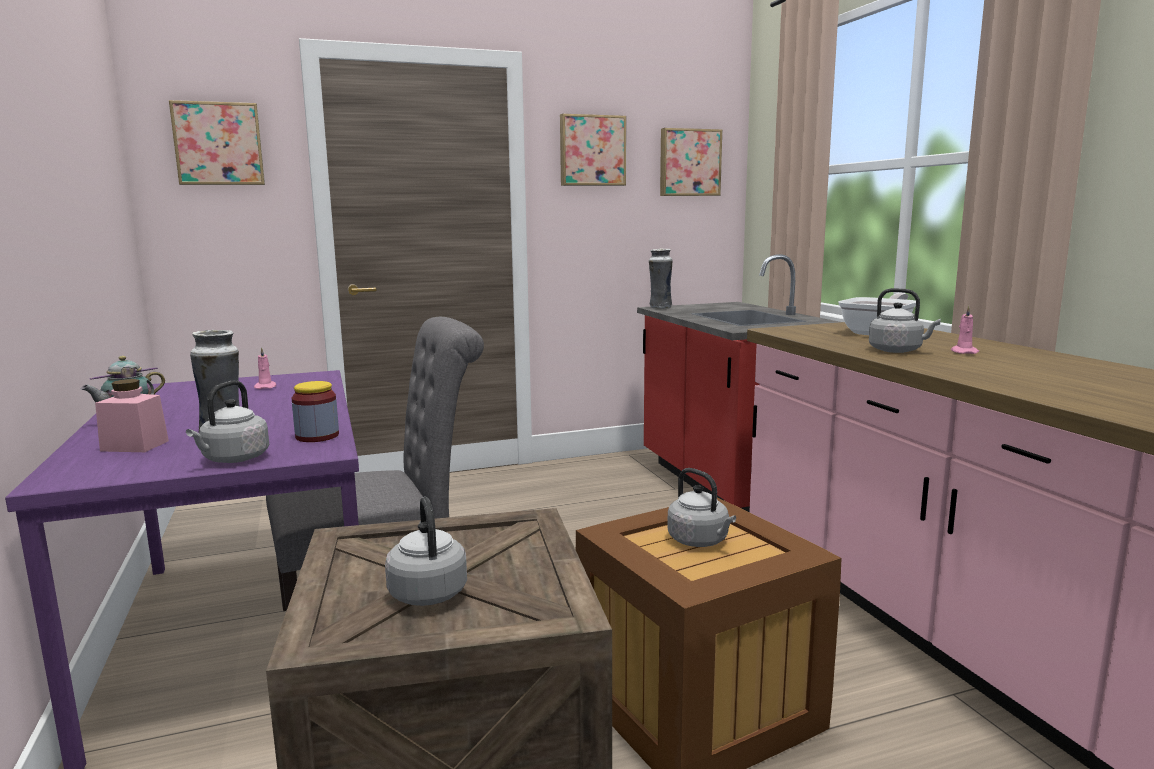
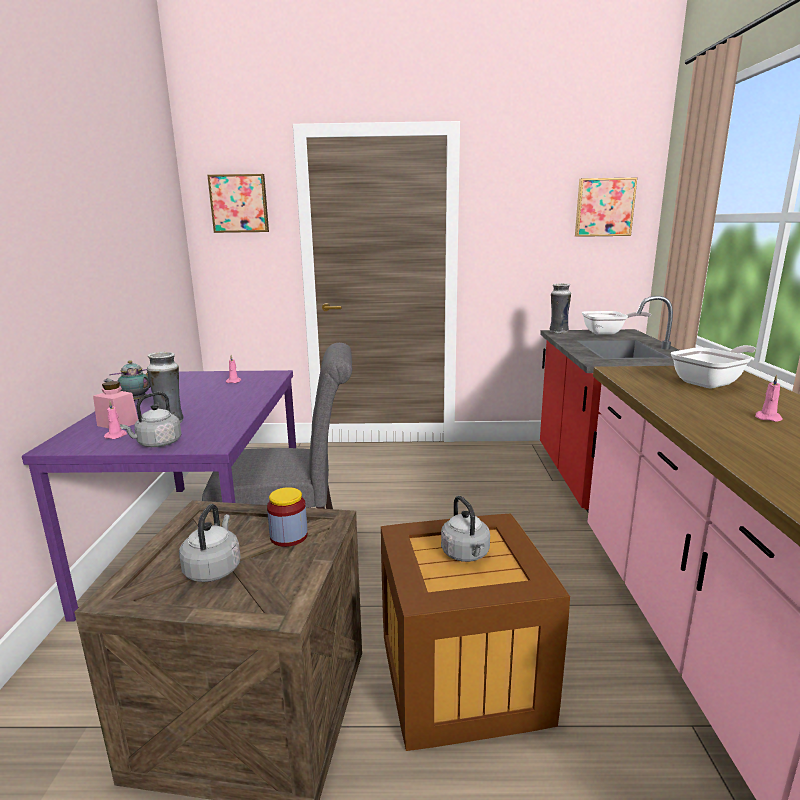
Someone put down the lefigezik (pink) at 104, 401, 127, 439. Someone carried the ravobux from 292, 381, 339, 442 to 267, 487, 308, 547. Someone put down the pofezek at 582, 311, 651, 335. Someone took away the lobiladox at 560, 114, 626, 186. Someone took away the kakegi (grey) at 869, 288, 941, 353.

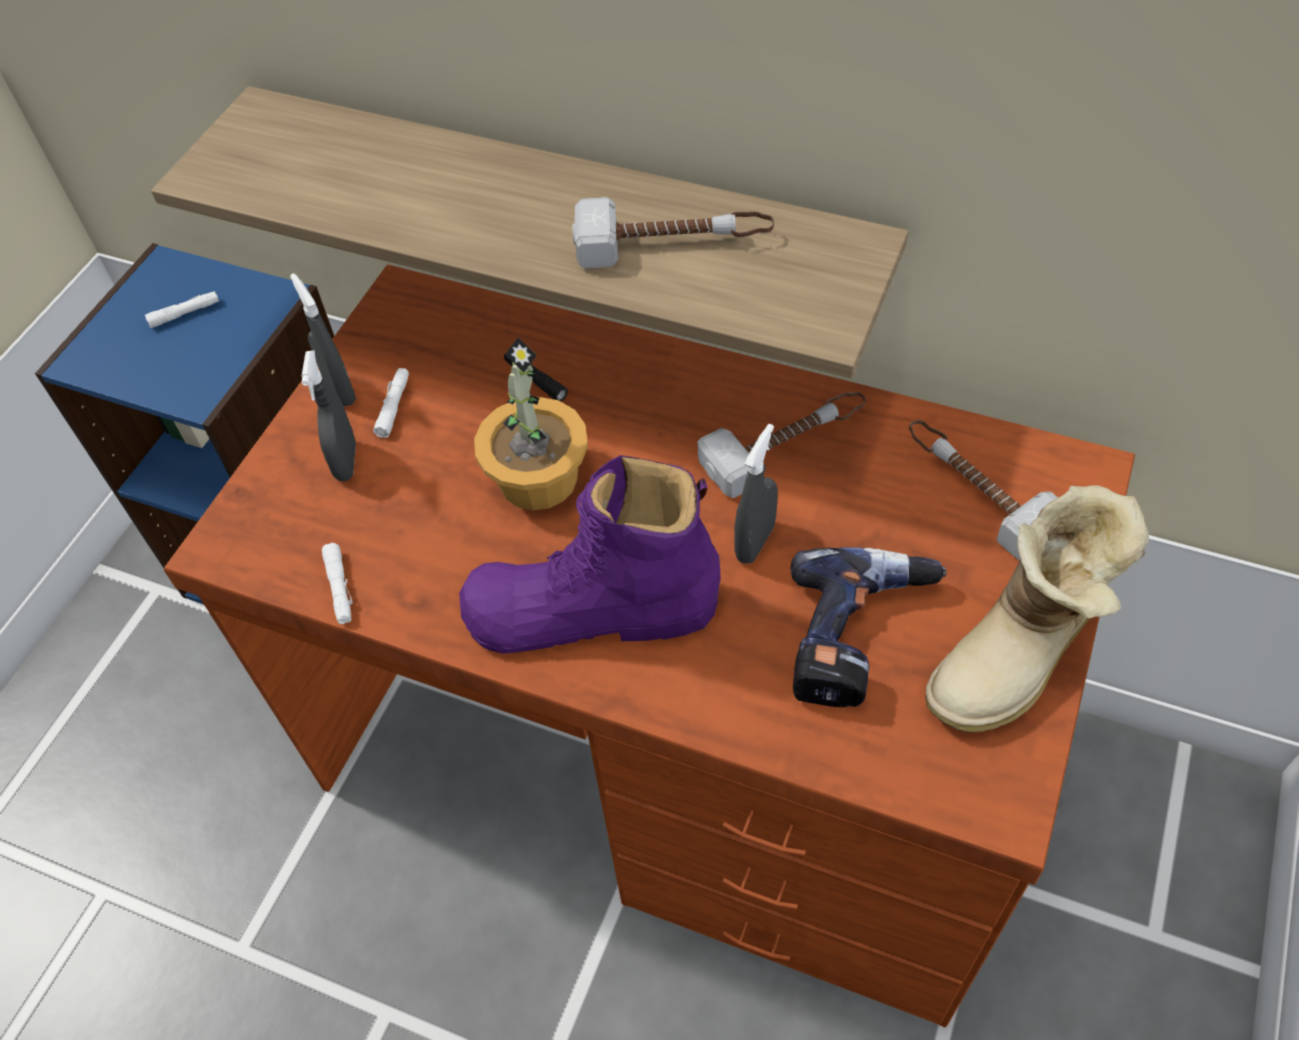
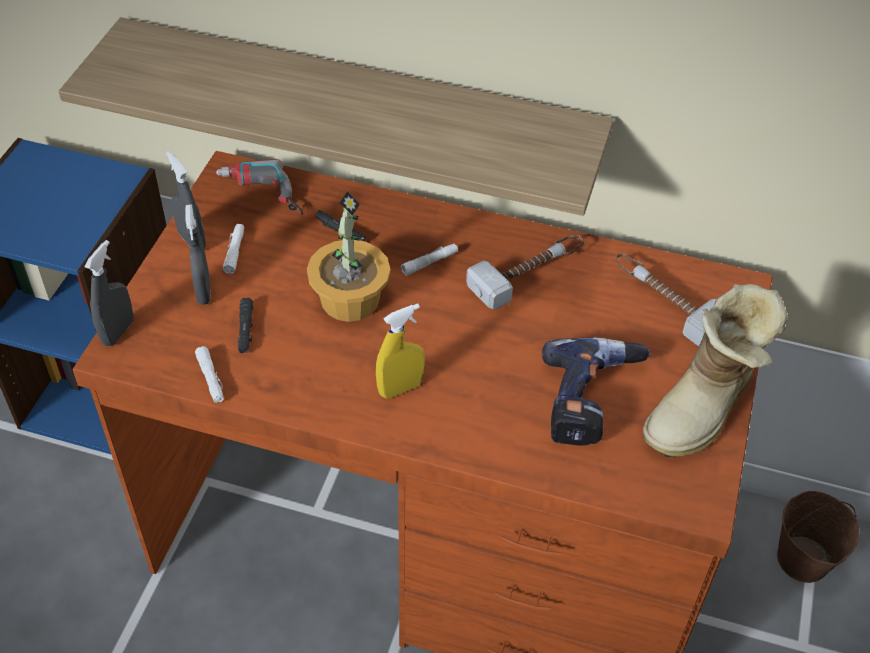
Someone carried the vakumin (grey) from 734, 424, 778, 564 to 84, 240, 133, 346. Someone put down the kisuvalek at 216, 159, 303, 216. Someone put down the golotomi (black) at 238, 298, 253, 353. Someone swapped the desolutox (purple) at 459, 455, 721, 654 for the vakumin (yellow) at 376, 303, 425, 399. Someone carried the golotomi (white) from 145, 291, 219, 328 to 401, 243, 458, 276. Someone put down the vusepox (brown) at 777, 491, 859, 583. Someone took away the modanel at 572, 197, 774, 269.

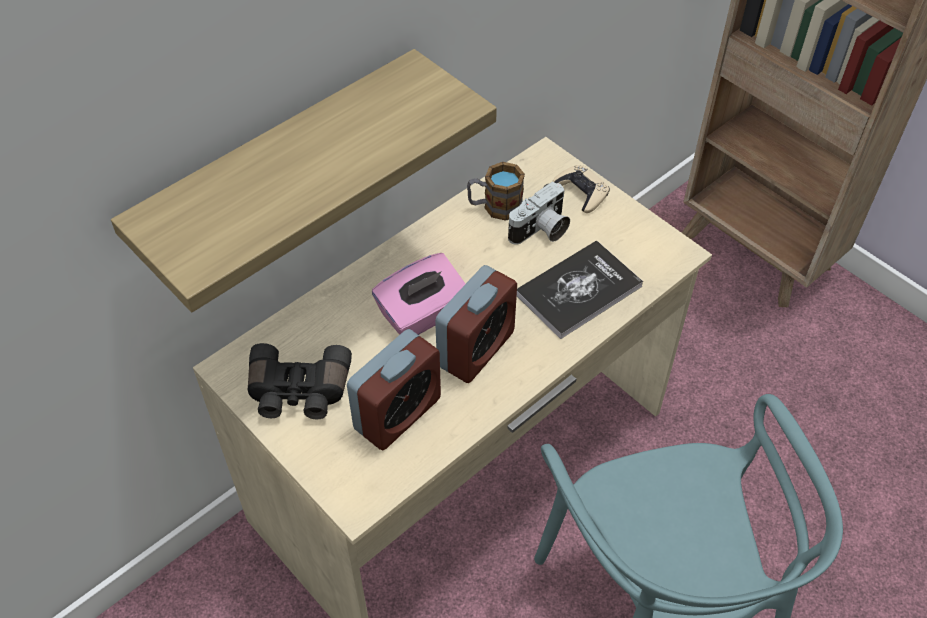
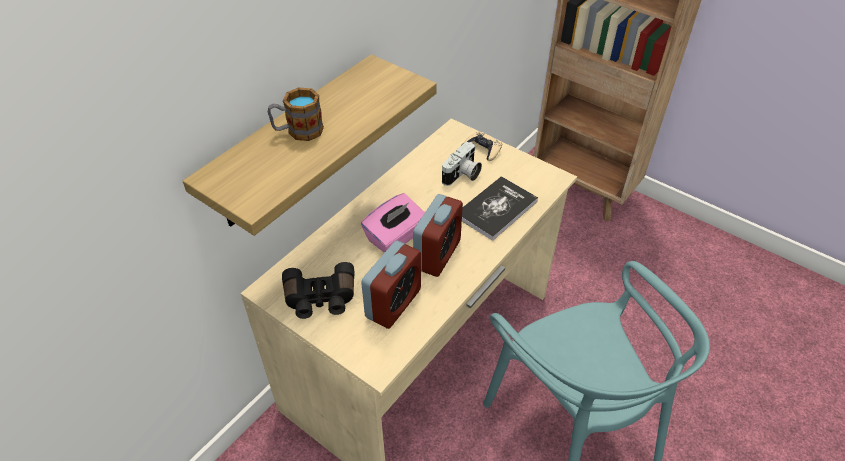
Someone carried the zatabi from 467, 162, 525, 221 to 268, 87, 324, 141.

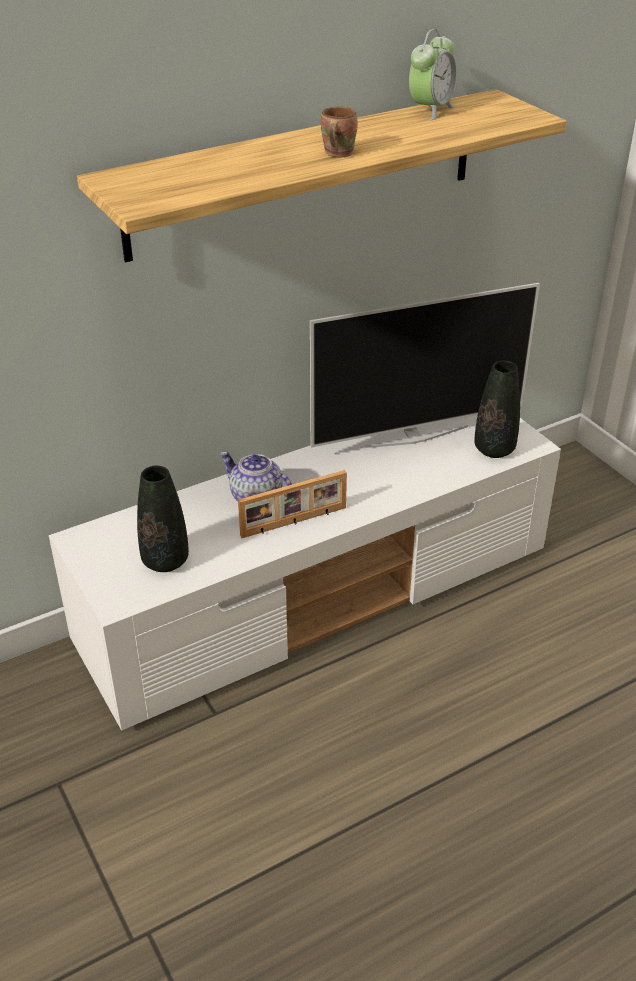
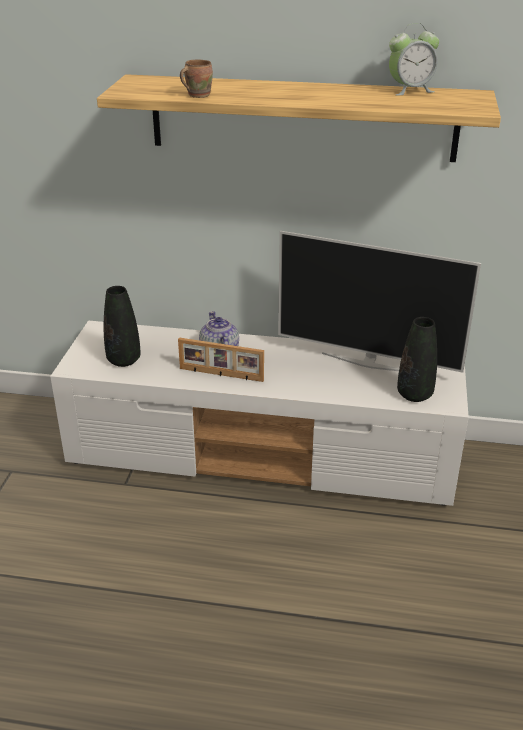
Someone carried the zatabi (brown) from 321, 107, 358, 157 to 180, 60, 213, 98.

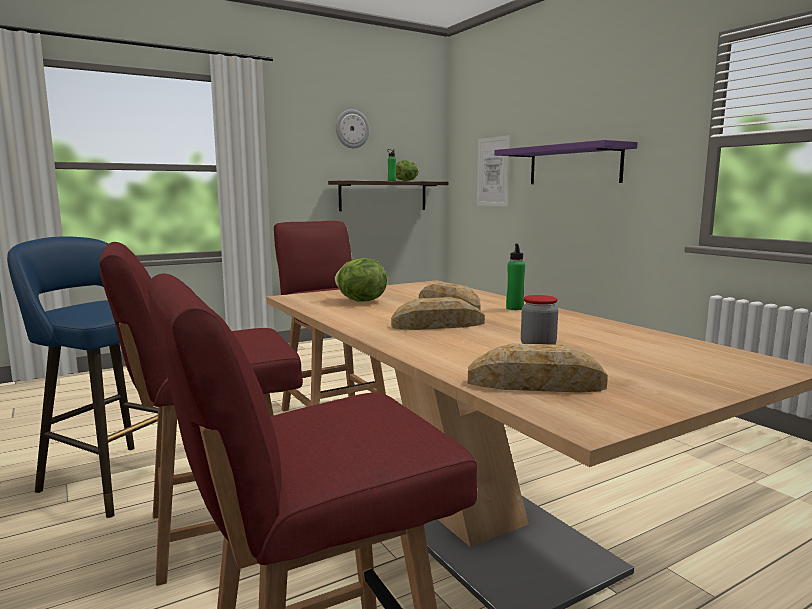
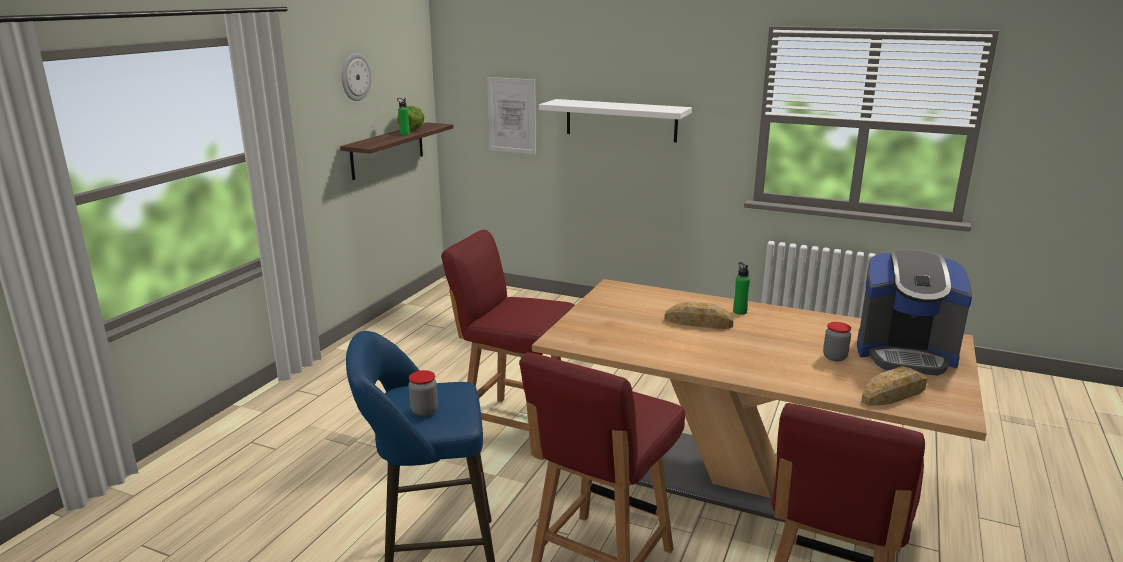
Someone put down the ravobux at 408, 370, 438, 416. Someone repainted the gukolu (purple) at 494, 140, 638, 184, which became the gukolu (white) at 539, 99, 692, 143. Someone put down the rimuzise at 857, 249, 972, 375. Someone took away the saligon at 335, 258, 387, 302. Someone took away the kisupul at 391, 297, 485, 330.

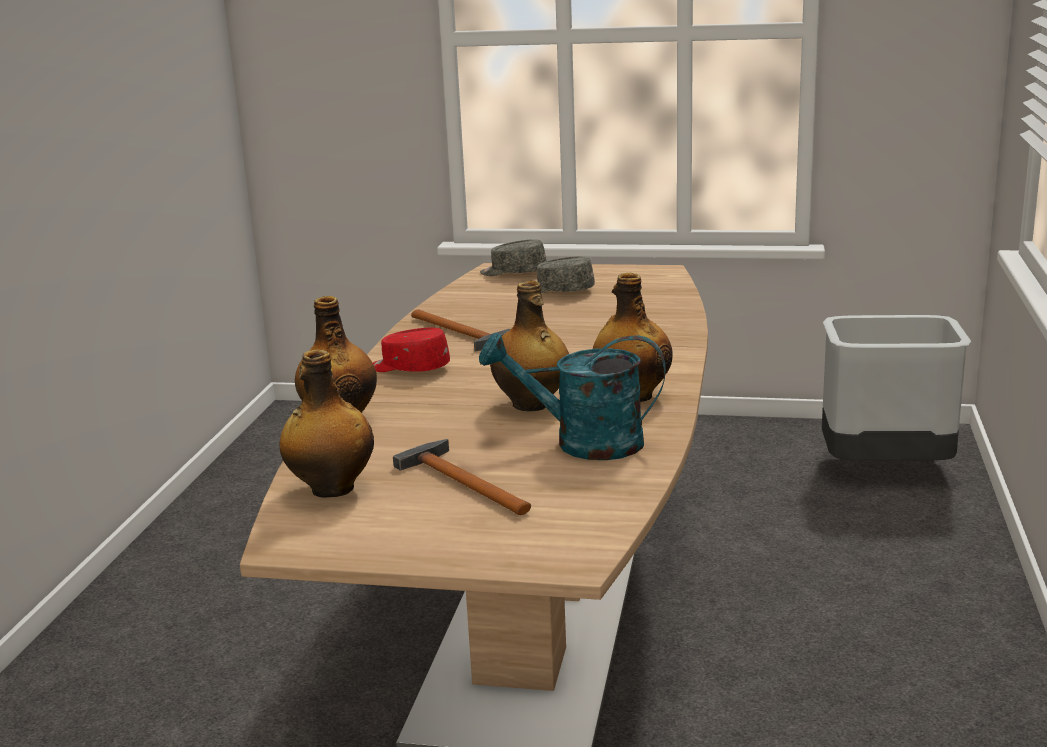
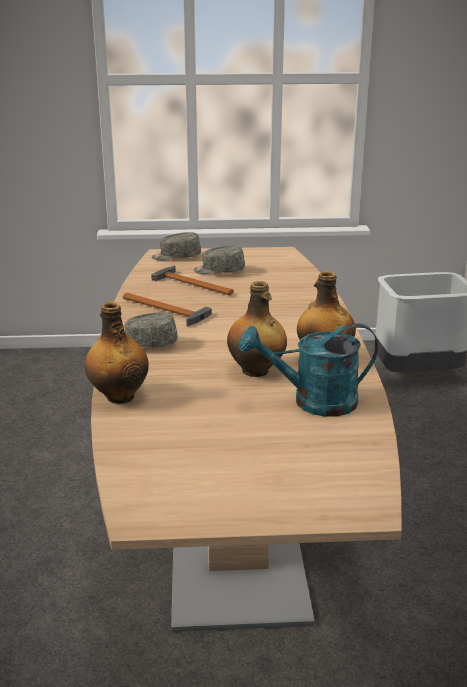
Someone repainted the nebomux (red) at 373, 328, 450, 372, which became the nebomux (grey) at 125, 312, 178, 348. Someone carried the modanel from 393, 439, 531, 515 to 151, 265, 234, 296. Someone took away the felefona at 279, 349, 374, 498.

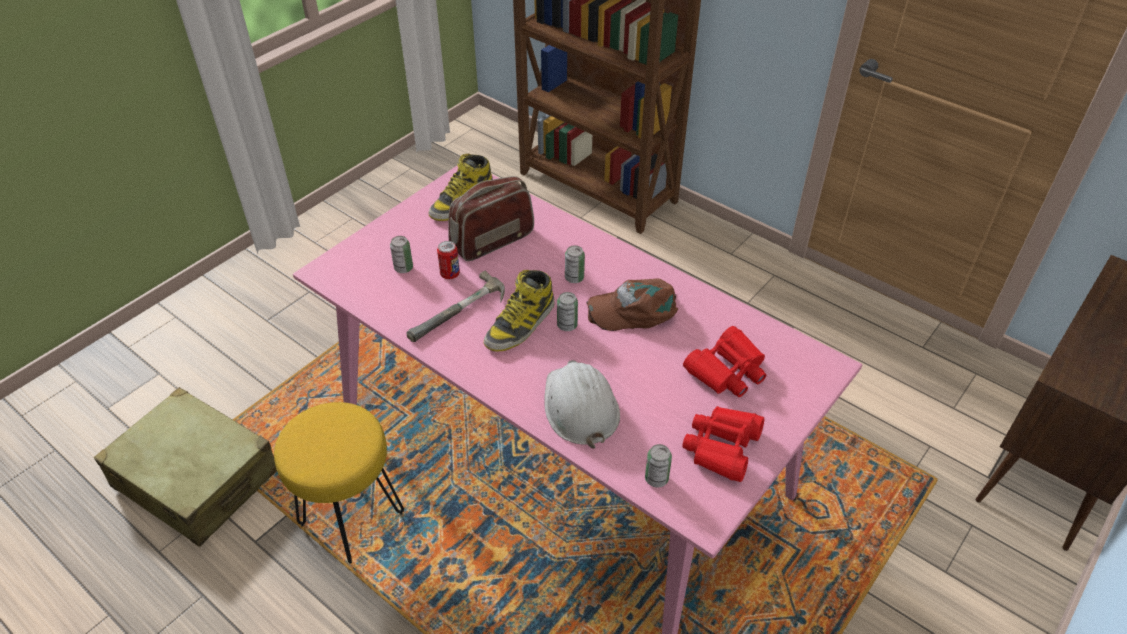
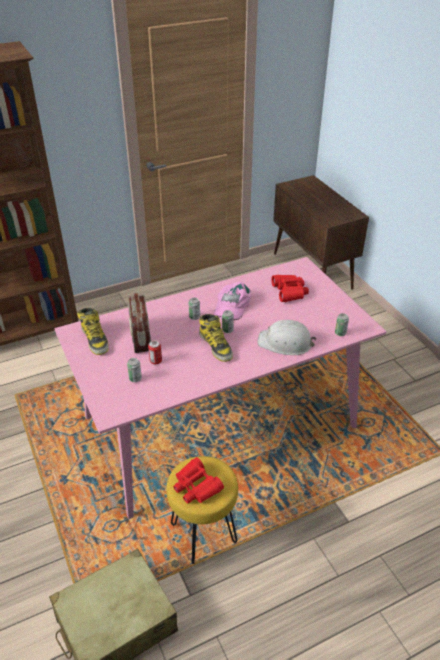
Someone carried the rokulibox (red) from 682, 406, 764, 482 to 173, 457, 224, 504. Someone repainted the nebomux (brown) at 586, 278, 678, 331, which became the nebomux (pink) at 214, 282, 251, 320. Someone took away the modanel at 406, 271, 505, 342.

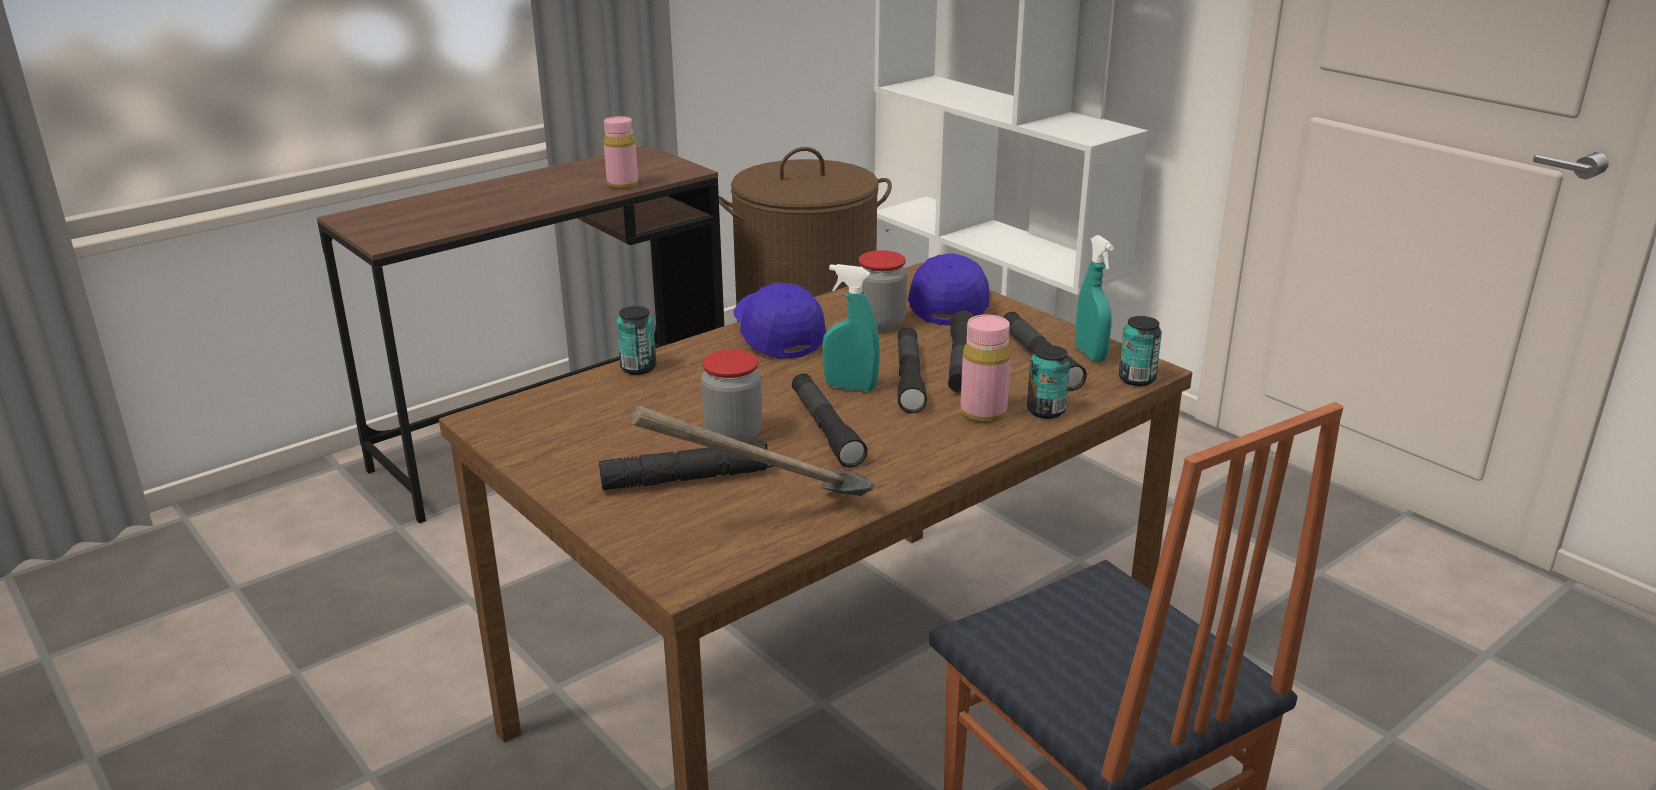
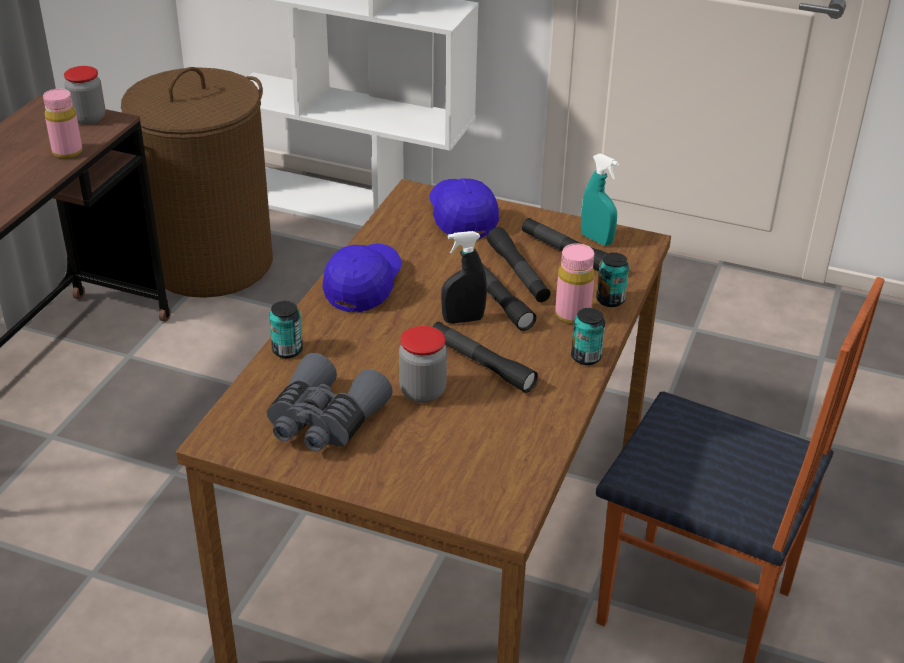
Someone carried the ravobux from 859, 250, 907, 332 to 64, 66, 105, 125. Someone put down the rokulibox (grey) at 267, 353, 393, 452. Someone rotated the nebomux (blue) at 734, 283, 826, 359 by 75 degrees clockwise. Someone repainted the vakumin (turquoise) at 822, 264, 880, 391, which became the vakumin (black) at 441, 231, 487, 324. Someone carried the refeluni from 1119, 316, 1162, 386 to 571, 308, 606, 365. Someone took away the golotomi (black) at 599, 441, 773, 491. Someone took away the modanel at 631, 406, 874, 496.

